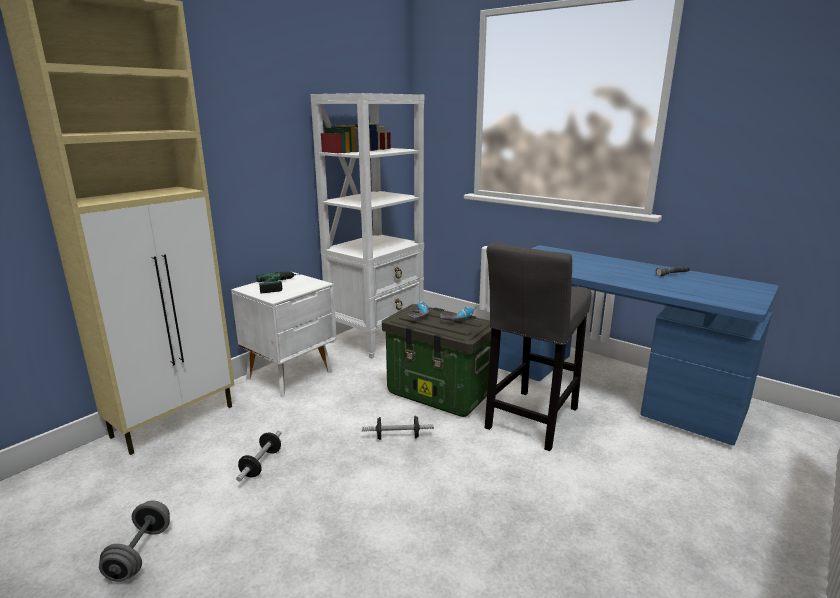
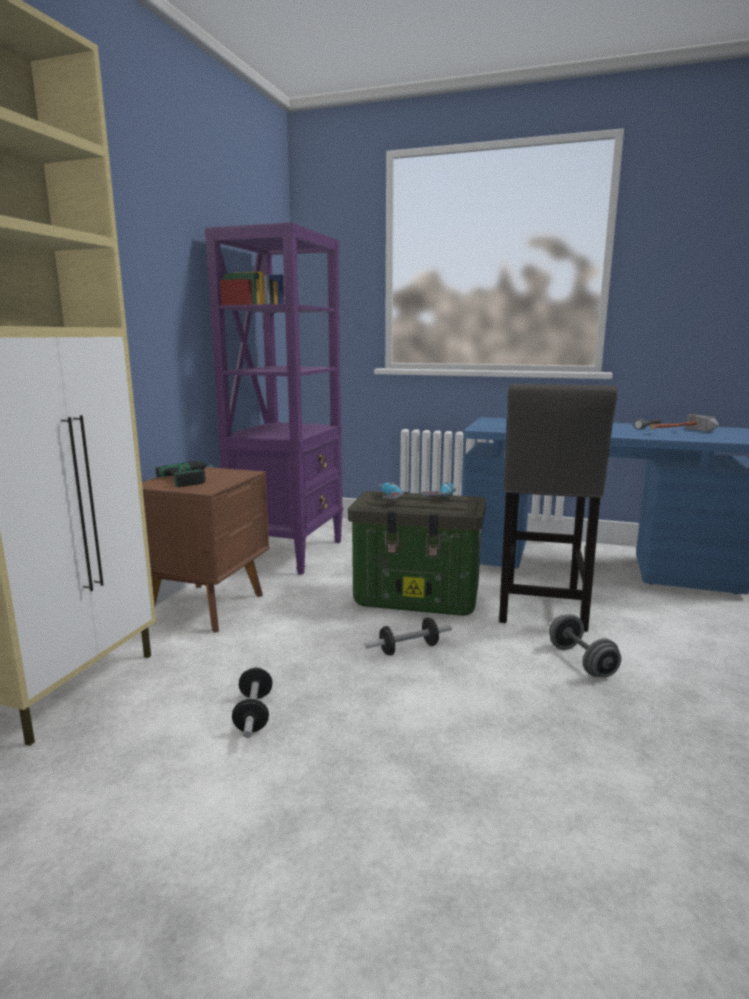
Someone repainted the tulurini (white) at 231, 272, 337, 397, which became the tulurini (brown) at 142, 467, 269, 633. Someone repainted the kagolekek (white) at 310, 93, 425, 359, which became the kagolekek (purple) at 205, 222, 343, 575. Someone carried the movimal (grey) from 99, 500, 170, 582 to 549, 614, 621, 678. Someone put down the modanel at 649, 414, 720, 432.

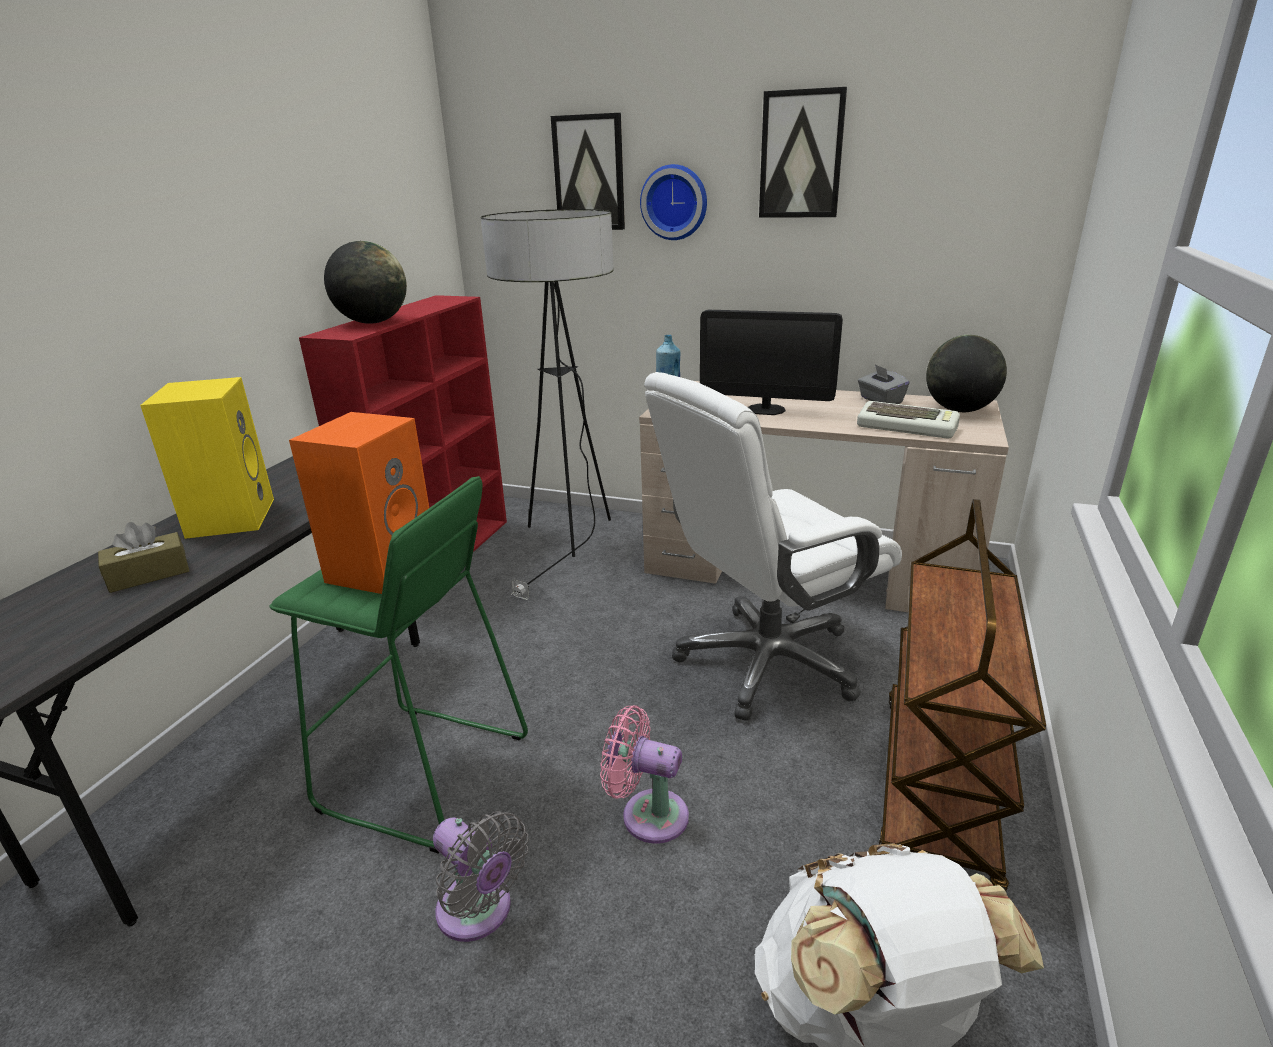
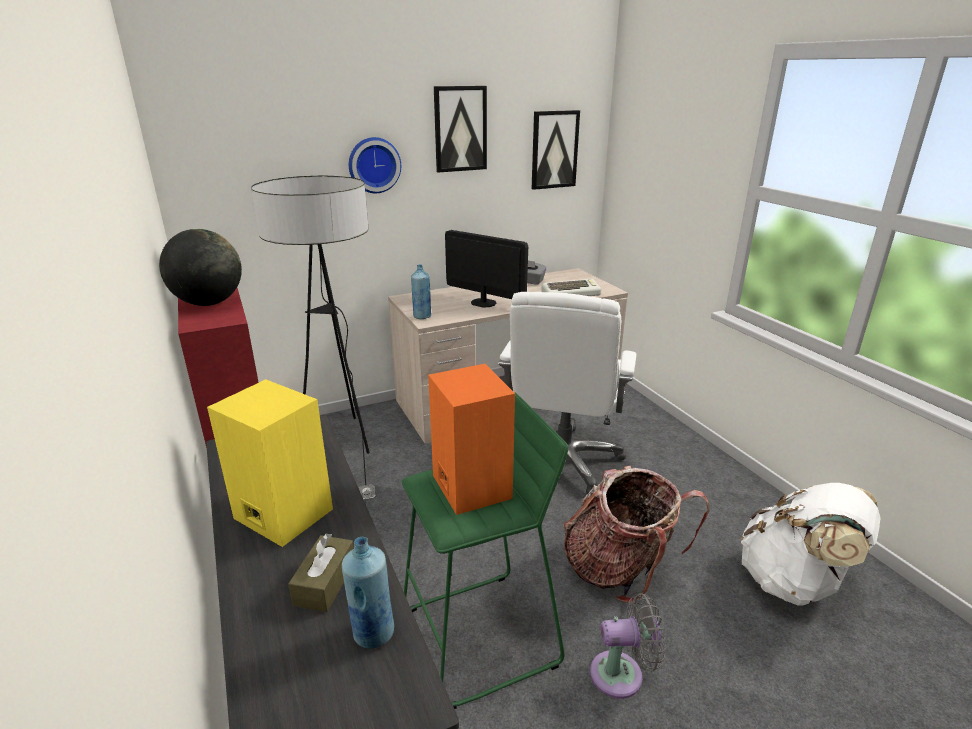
Someone put down the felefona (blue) at 342, 537, 394, 649. Someone rotated the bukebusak at 700, 310, 843, 415 by 120 degrees counterclockwise. Someone carried the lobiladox from 551, 113, 625, 230 to 532, 110, 580, 190. Someone swapped the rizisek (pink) at 600, 705, 689, 844 for the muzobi at 564, 466, 710, 603. Someone took away the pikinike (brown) at 879, 499, 1046, 891. Someone took away the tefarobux at 926, 335, 1007, 412.

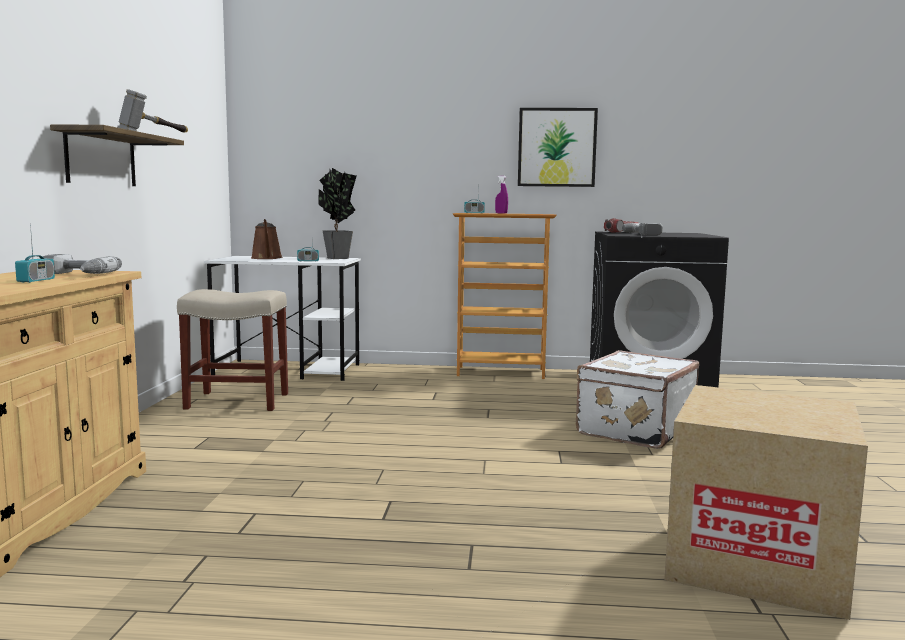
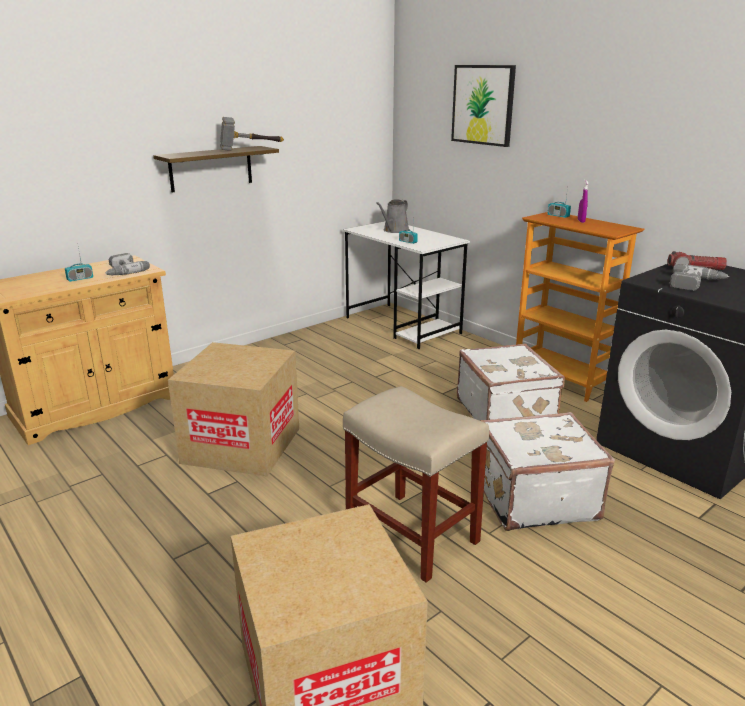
Someone put down the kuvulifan at 168, 342, 299, 476. Someone carried the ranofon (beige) from 177, 289, 288, 411 to 343, 386, 489, 583. Someone repainted the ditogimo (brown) at 251, 219, 283, 259, which became the ditogimo (grey) at 376, 200, 410, 233. Someone carried the lobiladox from 518, 108, 598, 187 to 451, 65, 516, 147. Someone put down the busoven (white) at 457, 344, 565, 420. Someone took away the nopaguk at 318, 168, 357, 259.

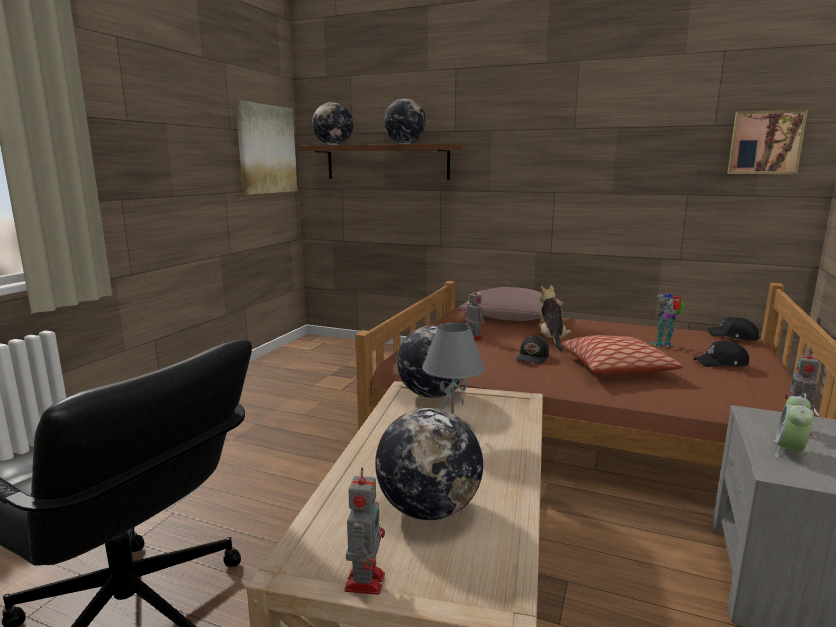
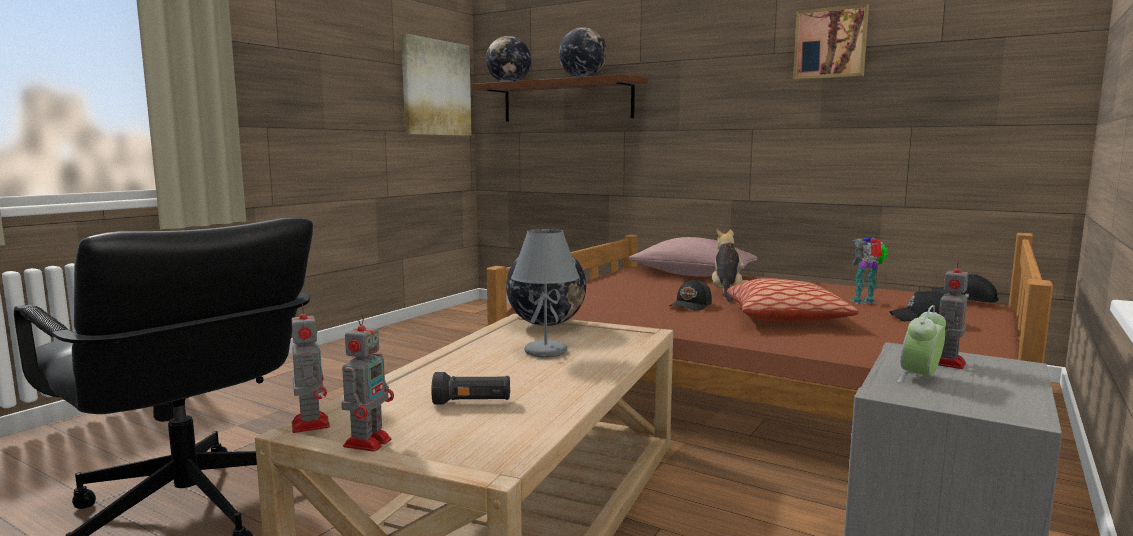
Someone carried the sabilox from 465, 289, 486, 340 to 291, 303, 330, 433. Someone swapped the tefarobux at 375, 408, 483, 520 for the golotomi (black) at 431, 372, 510, 405. Someone carried the lobiladox from 727, 109, 808, 174 to 793, 4, 869, 80.

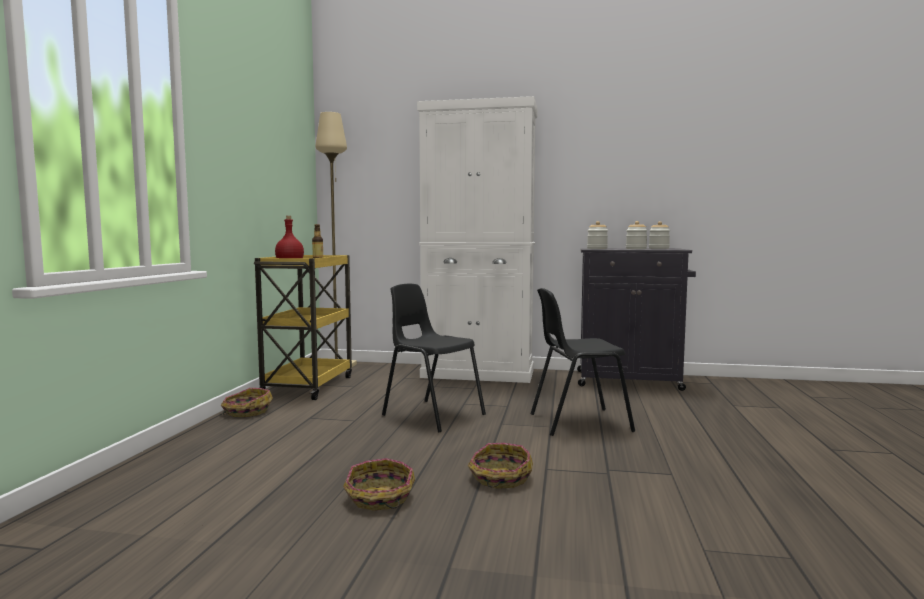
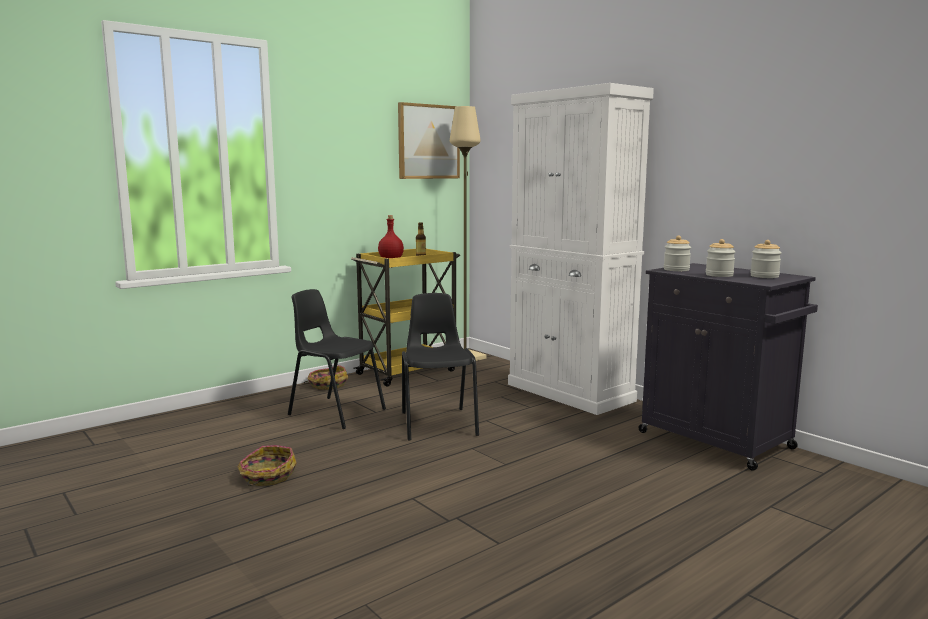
Someone carried the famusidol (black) from 531, 288, 635, 436 to 288, 289, 386, 429. Someone put up the lobiladox at 398, 102, 460, 179. Someone took away the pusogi at 468, 443, 533, 489.

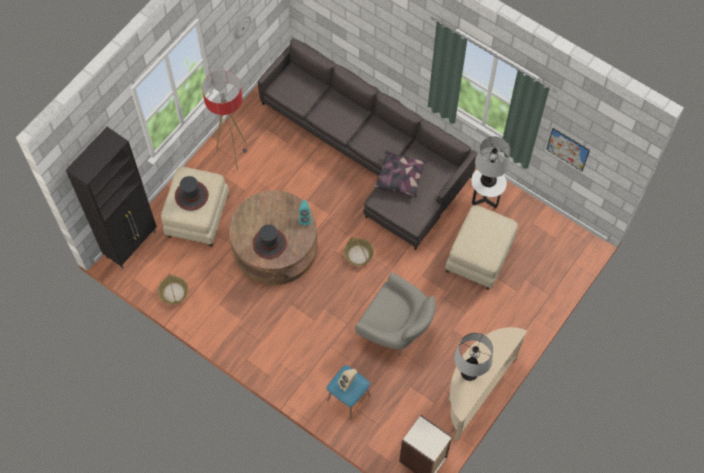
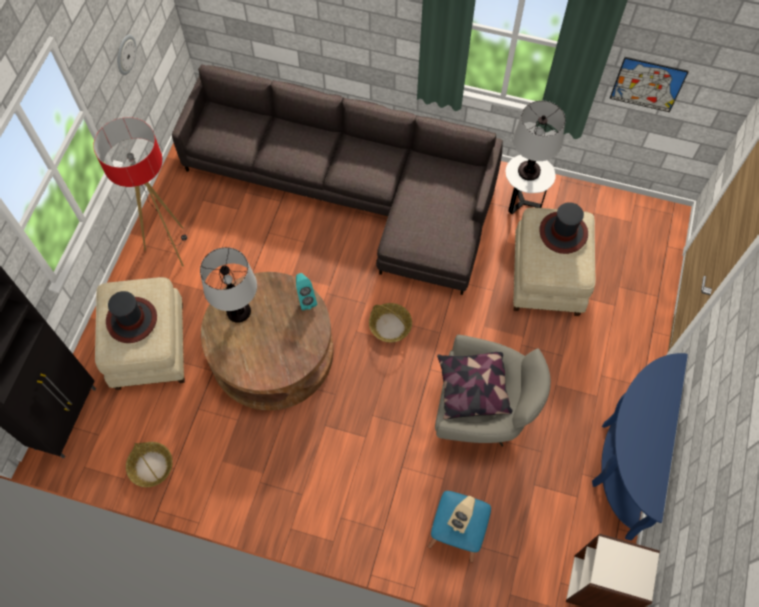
Someone carried the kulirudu from 454, 333, 493, 381 to 200, 247, 257, 323. Someone carried the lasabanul from 374, 150, 427, 197 to 437, 352, 512, 420. Someone carried the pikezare from 253, 225, 287, 259 to 539, 202, 588, 254. Someone repainted the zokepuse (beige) at 448, 327, 527, 441, which became the zokepuse (blue) at 592, 353, 688, 540.

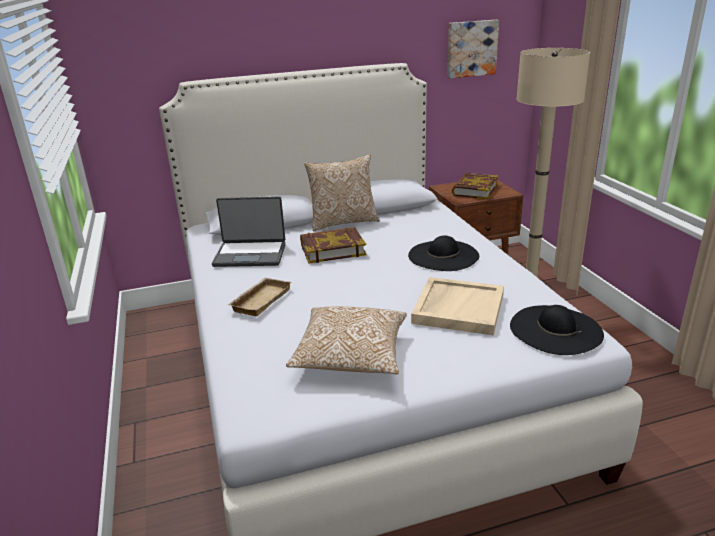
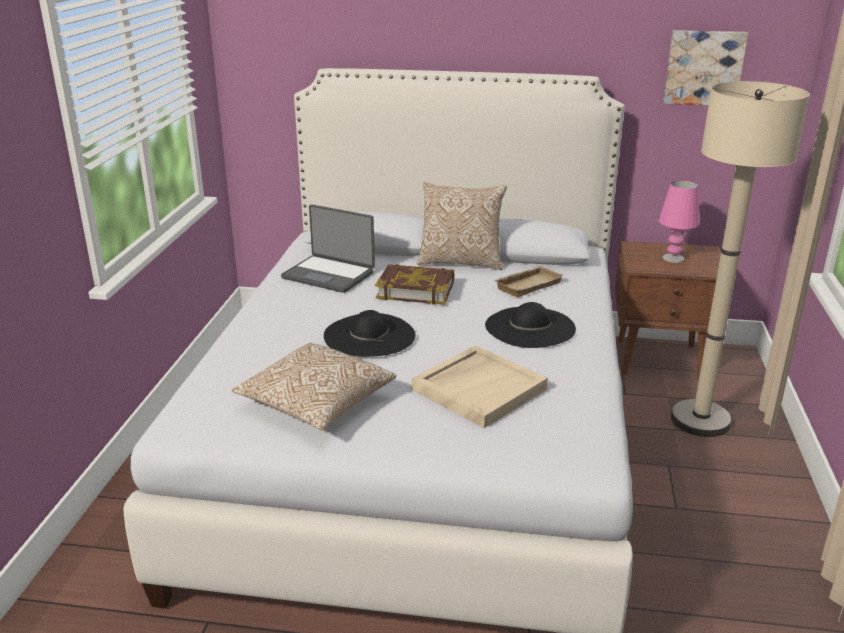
Someone carried the pikezare (black) from 510, 305, 604, 355 to 324, 310, 415, 357. Someone carried the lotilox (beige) from 228, 277, 292, 316 to 494, 266, 564, 297. Someone swapped the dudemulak at 452, 173, 498, 200 for the kulirudu (pink) at 659, 180, 699, 263.

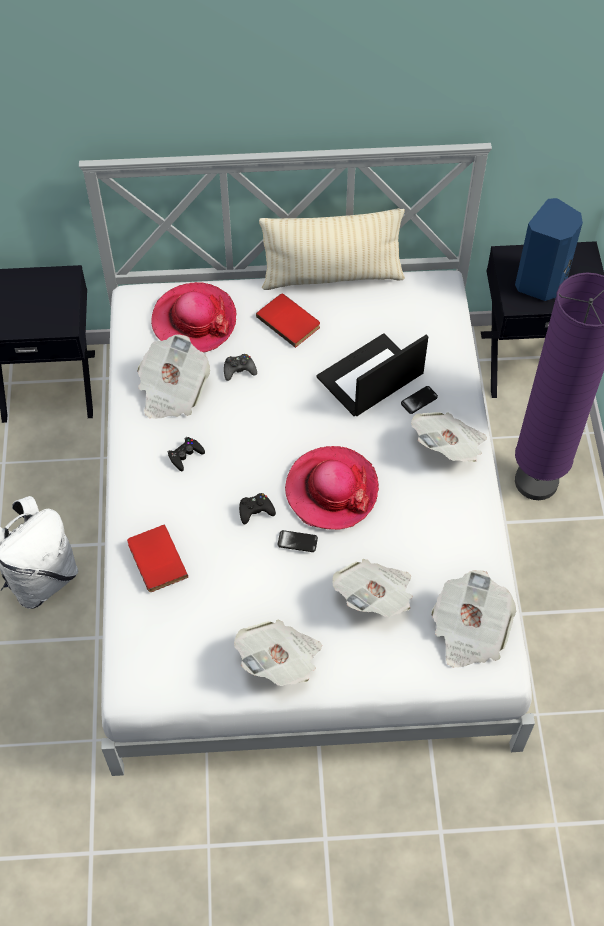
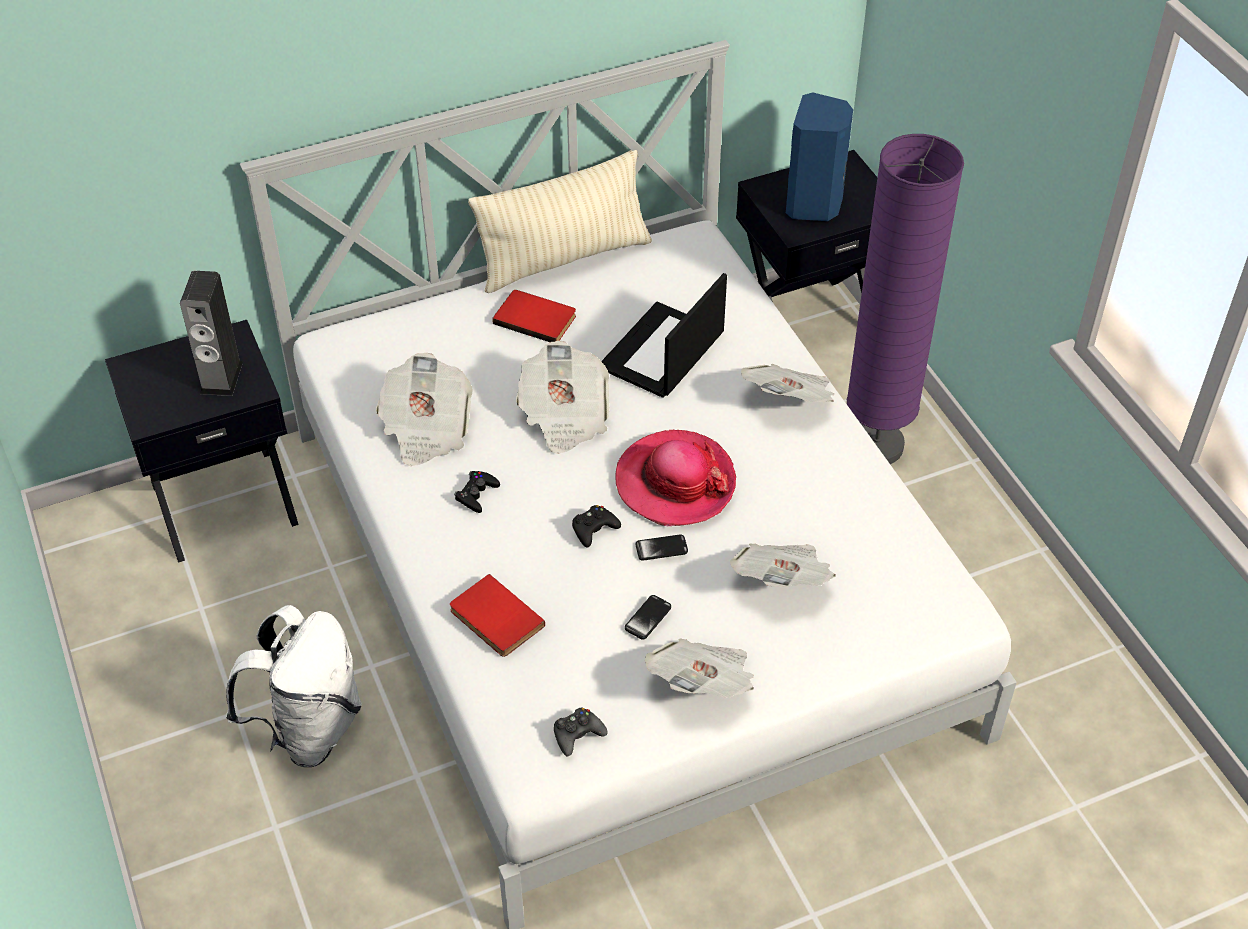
Someone put down the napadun at 180, 271, 243, 396. Someone carried the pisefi from 431, 570, 516, 668 to 516, 341, 610, 454. Someone carried the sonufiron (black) from 224, 354, 257, 381 to 554, 708, 607, 757. Someone carried the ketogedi from 401, 386, 438, 414 to 625, 595, 671, 639. Someone took away the pikezare at 151, 282, 237, 353.

